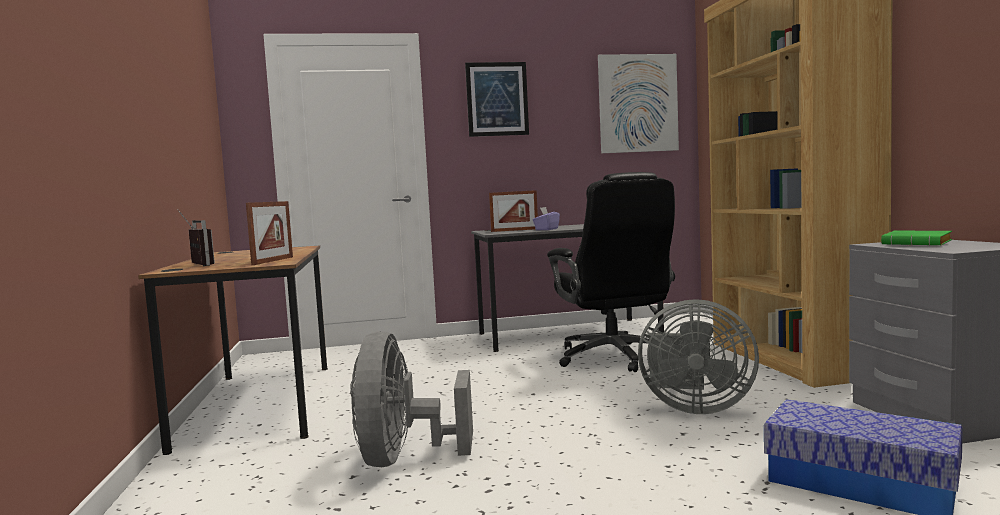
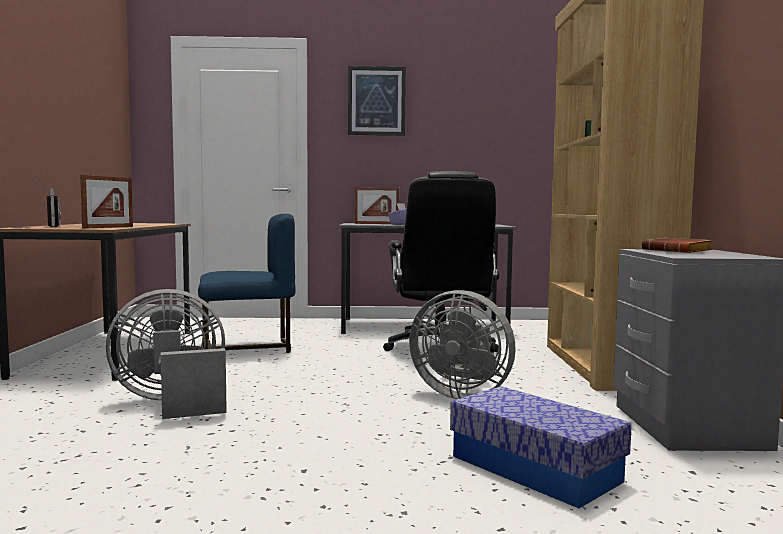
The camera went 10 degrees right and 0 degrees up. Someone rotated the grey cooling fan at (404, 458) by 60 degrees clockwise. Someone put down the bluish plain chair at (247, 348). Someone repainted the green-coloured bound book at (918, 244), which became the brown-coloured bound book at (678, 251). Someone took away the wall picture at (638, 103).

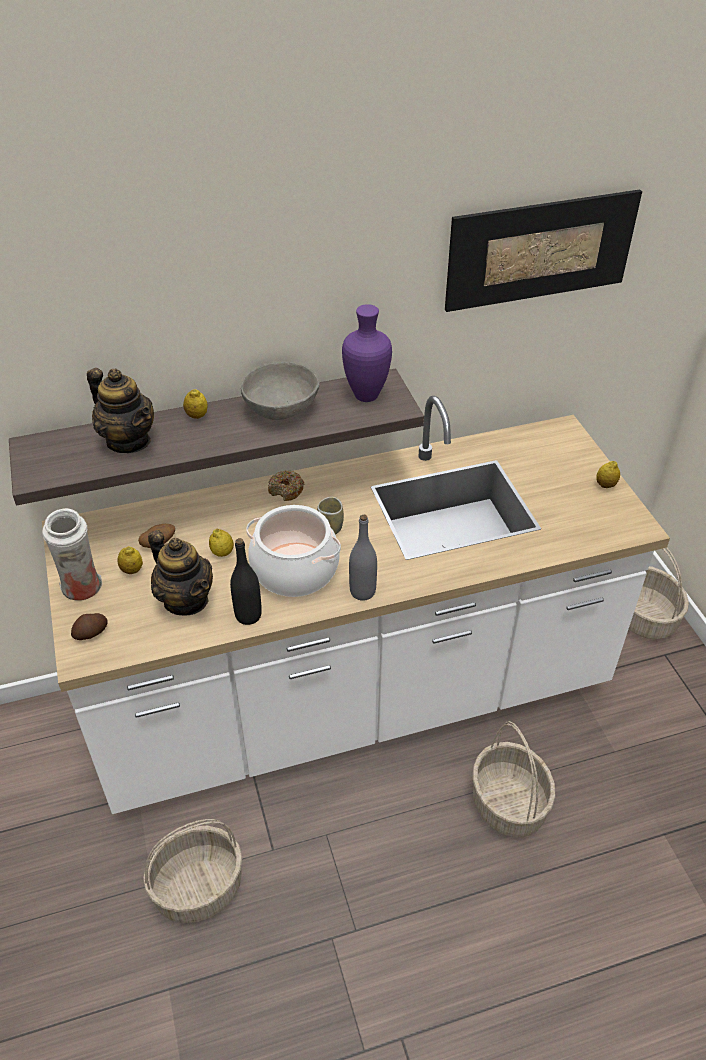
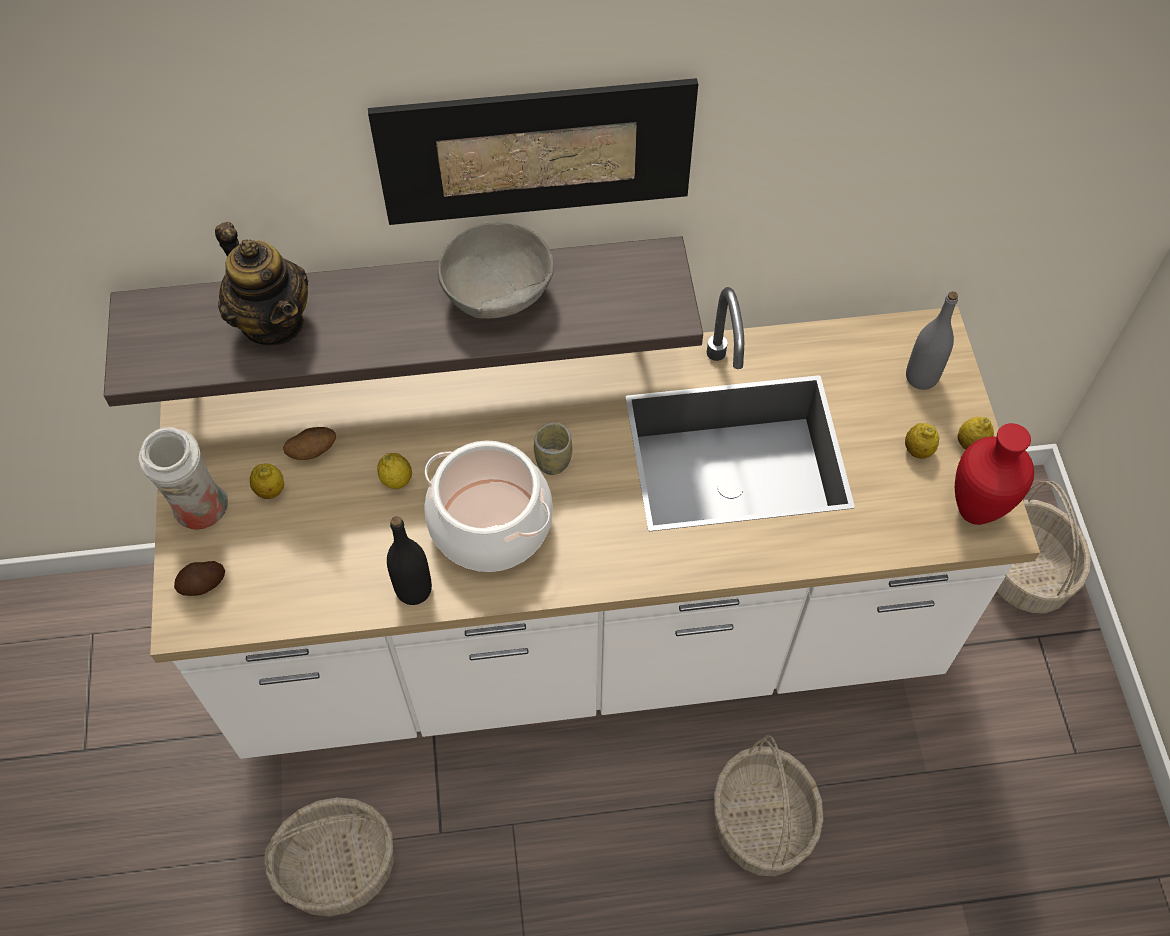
The camera went 10 degrees right and 15 degrees up. Someone carried the wall picture from (540, 250) to (536, 151). Someone carried the whole lemon from (197, 416) to (918, 450). Someone carried the grey bottle from (362, 591) to (921, 377). Someone put down the red flower vase at (973, 509). Someone took away the teapot at (186, 600). Someone took away the doughnut at (286, 490). Someone took away the purple flower vase at (365, 395).

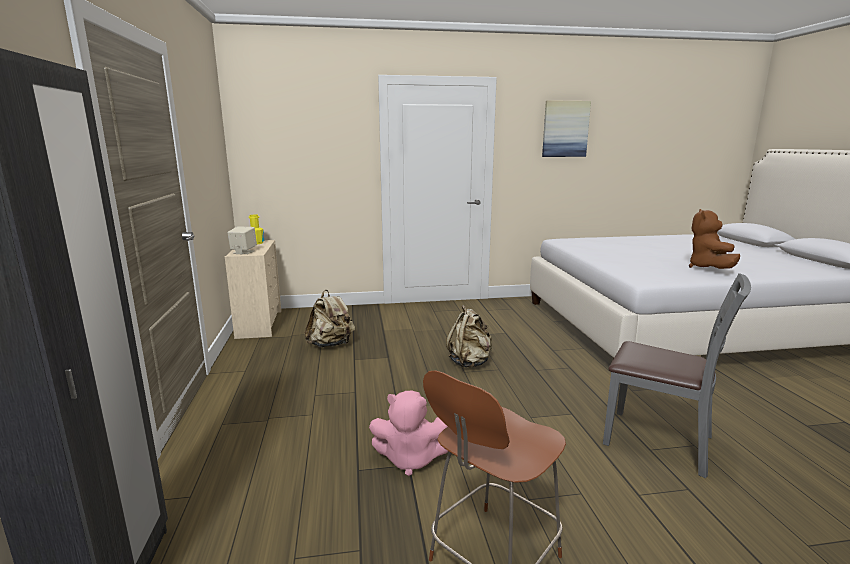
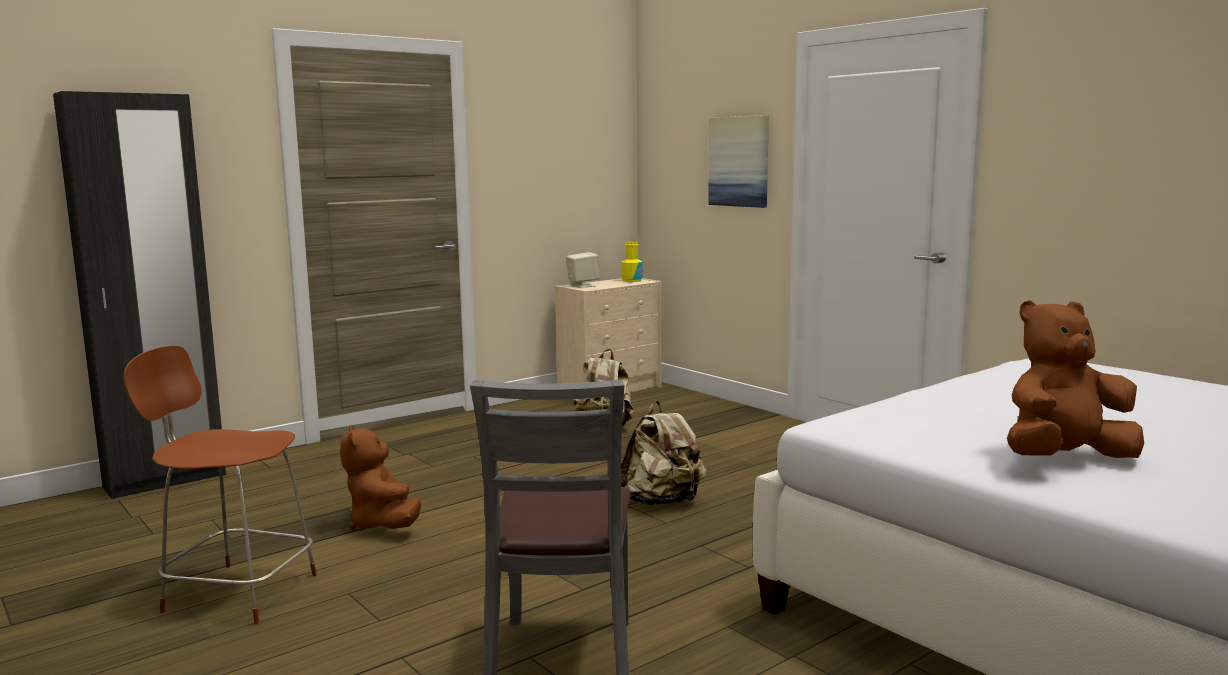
The camera went 60 degrees right and 5 degrees down. Someone repainted the pink soft toy at (411, 459), which became the brown-coloured soft toy at (383, 524). Someone carried the wall picture from (565, 129) to (739, 161).

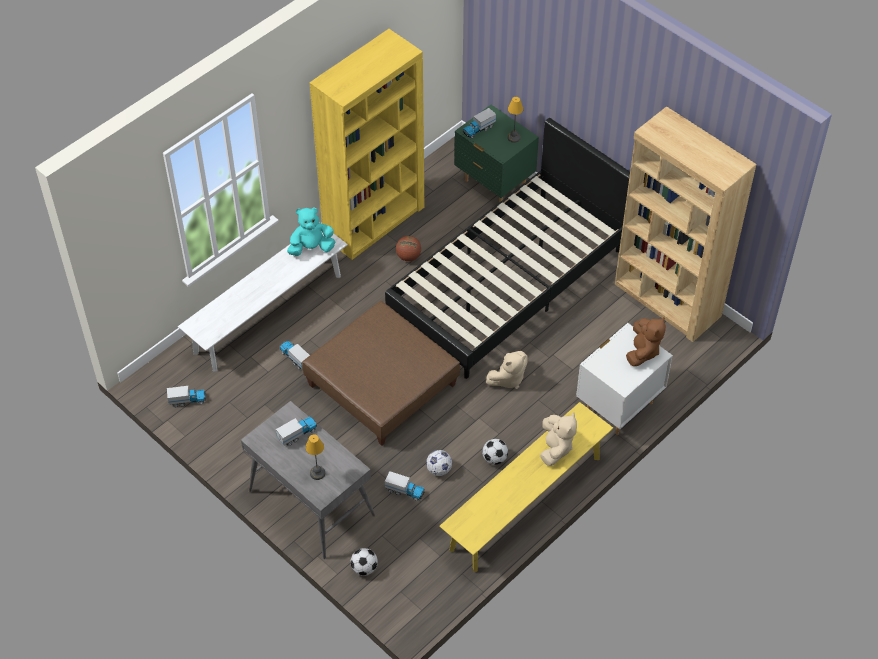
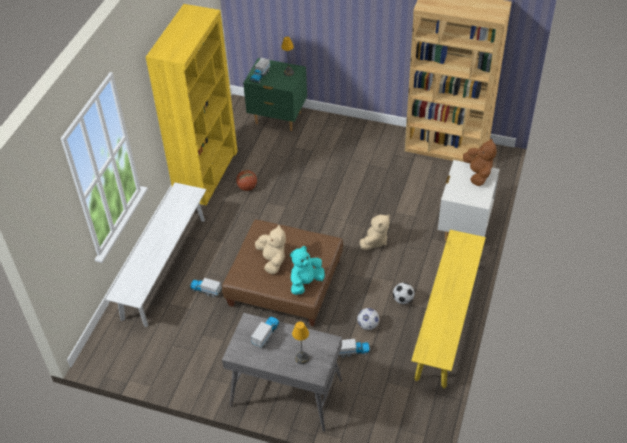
The camera went 25 degrees left and 5 degrees down. Someone carried the beige-coloured soft toy from (555, 448) to (272, 260). Someone carried the blue-green soft toy from (311, 248) to (306, 282). Someone took away the model truck at (187, 400). Someone took away the football ball at (364, 568). Someone took away the black bedroom bed at (507, 283).

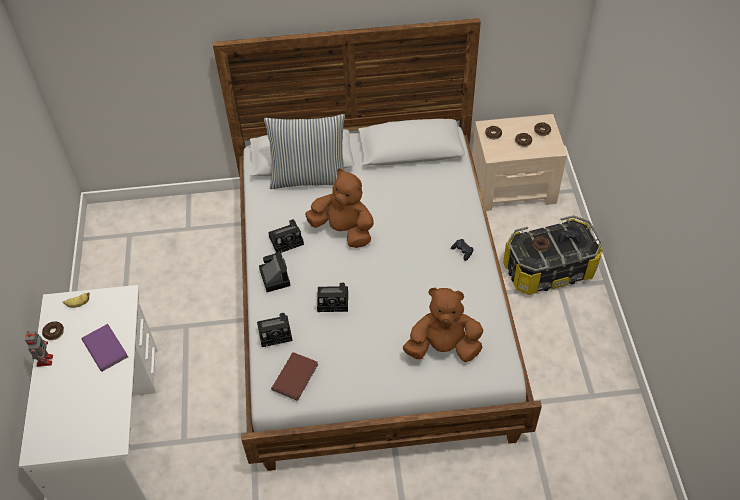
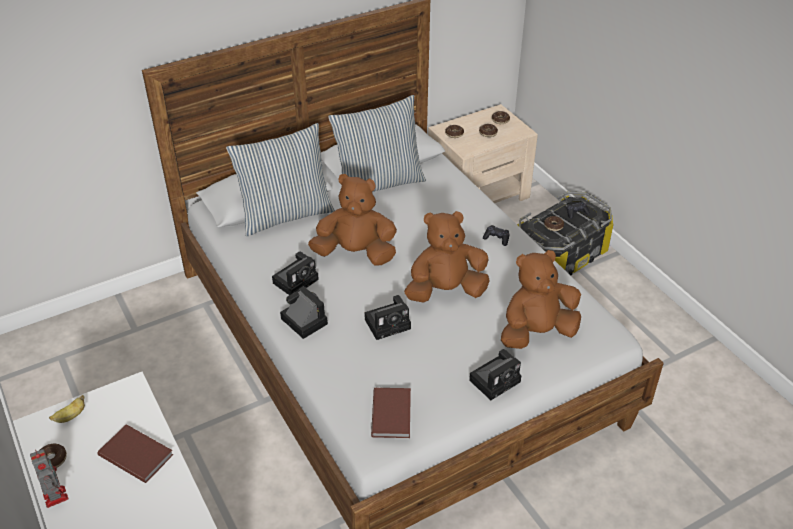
The camera went 25 degrees left and 10 degrees down. Someone repainted the purple bound book at (106, 347), which became the brown-coloured bound book at (136, 453). Someone put down the cushion at (378, 183). Someone put down the brown-coloured soft toy at (445, 291). Someone carried the still camera from (276, 332) to (496, 379).

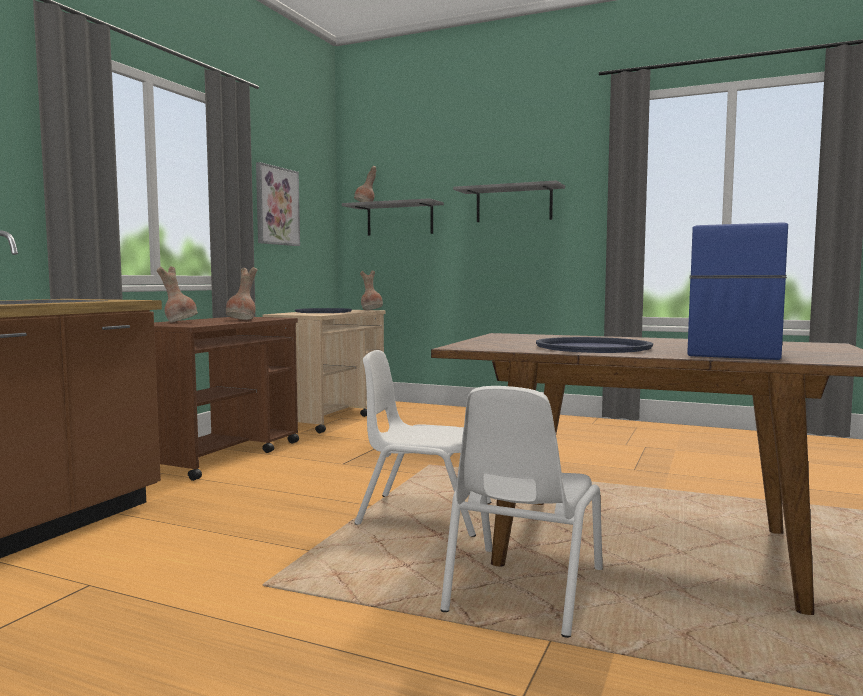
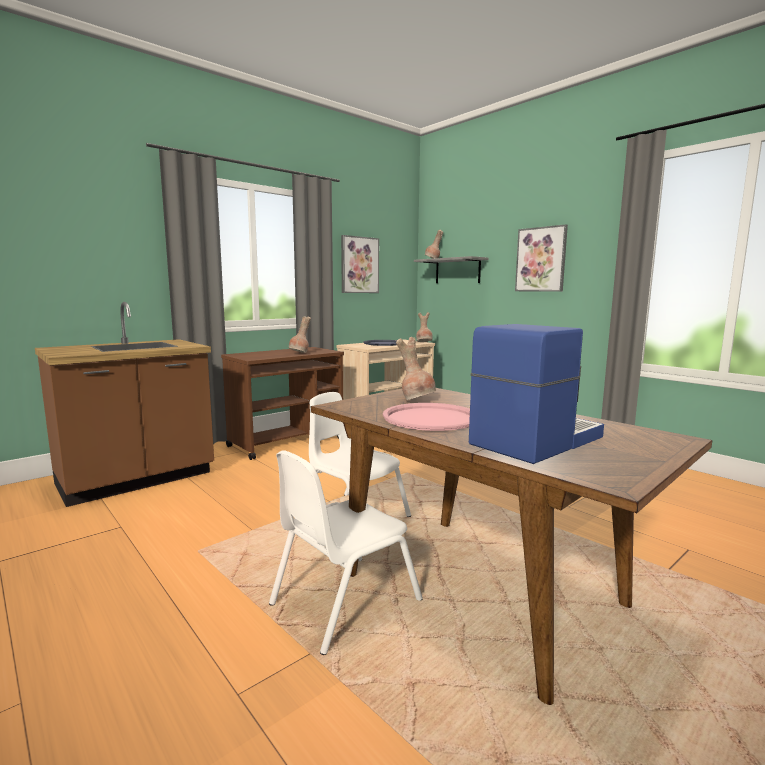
The camera went 25 degrees right and 5 degrees up. Someone repainted the bluish carrying tray at (593, 347), which became the pink carrying tray at (431, 418). Someone carried the brown-coloured flower vase from (180, 322) to (417, 400). Someone swapped the grey wall shelf at (514, 204) for the wall picture at (541, 259).

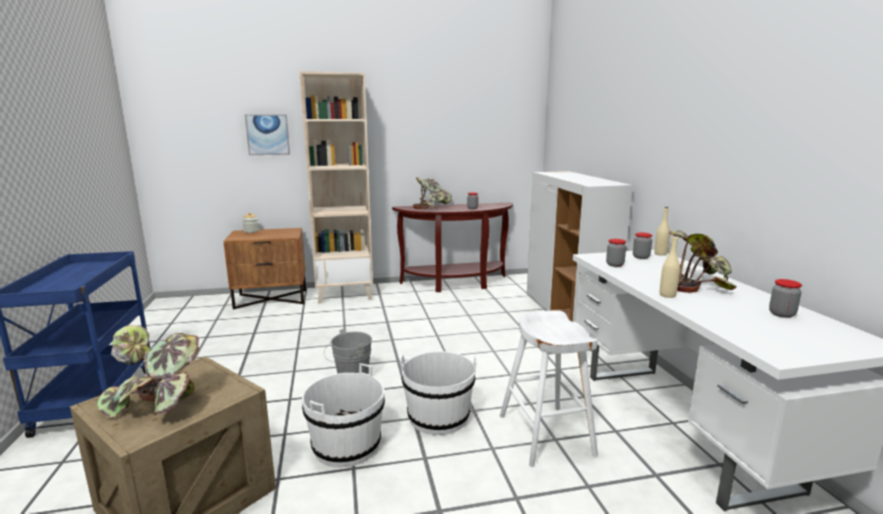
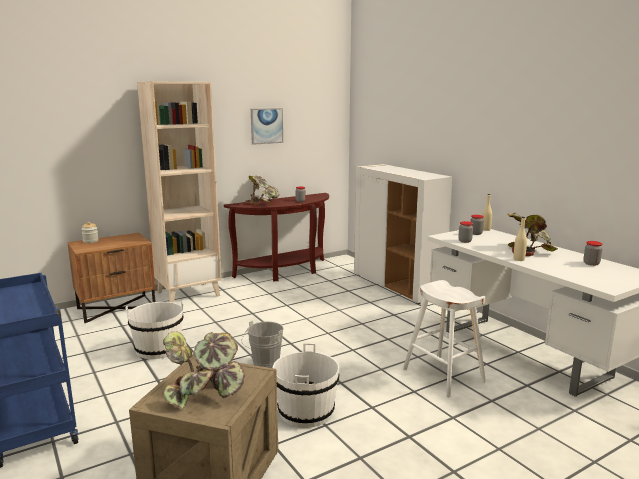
The camera went 20 degrees left and 0 degrees up. Someone carried the white water bucket from (438, 417) to (158, 349). Someone carried the wall picture from (268, 134) to (266, 126).

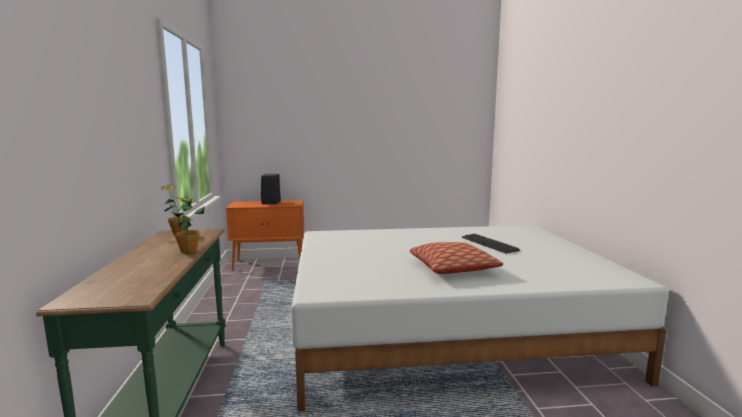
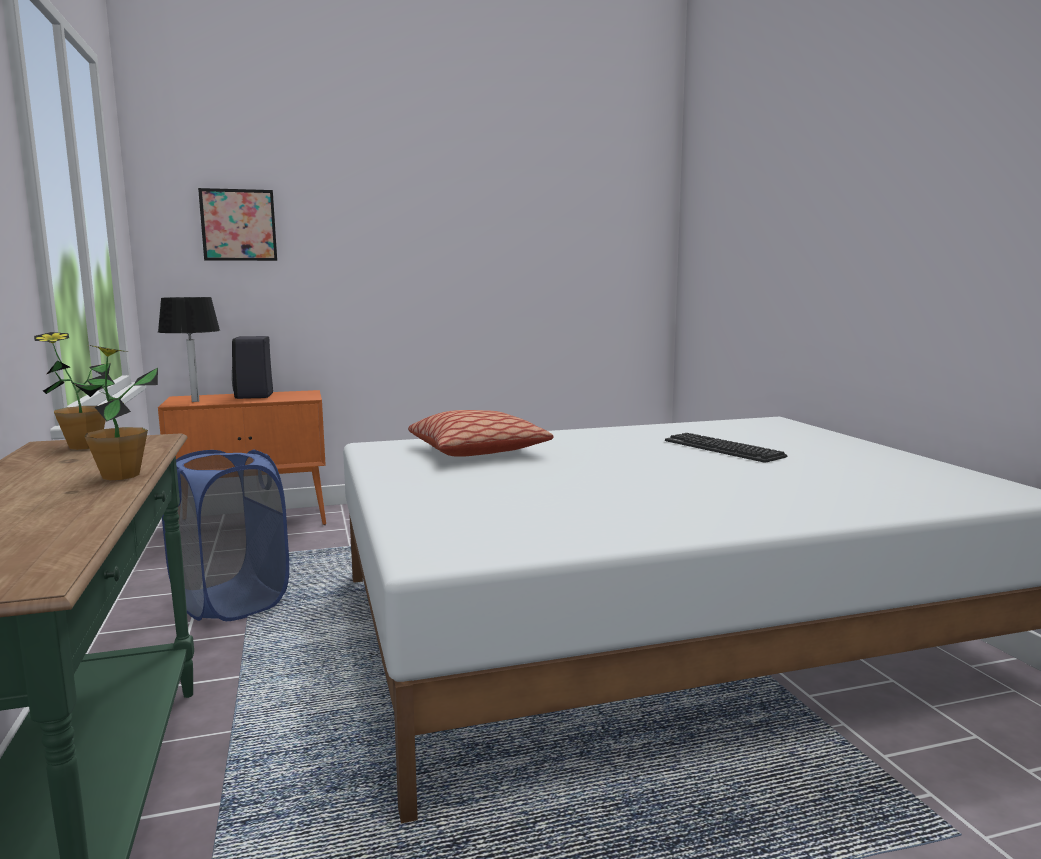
The camera went 10 degrees left and 0 degrees up. Someone put down the black lamp for a table at (195, 401). Someone put down the bluish washing basket at (230, 602). Someone put up the wall picture at (238, 225). Someone carried the cushion from (453, 268) to (478, 451).

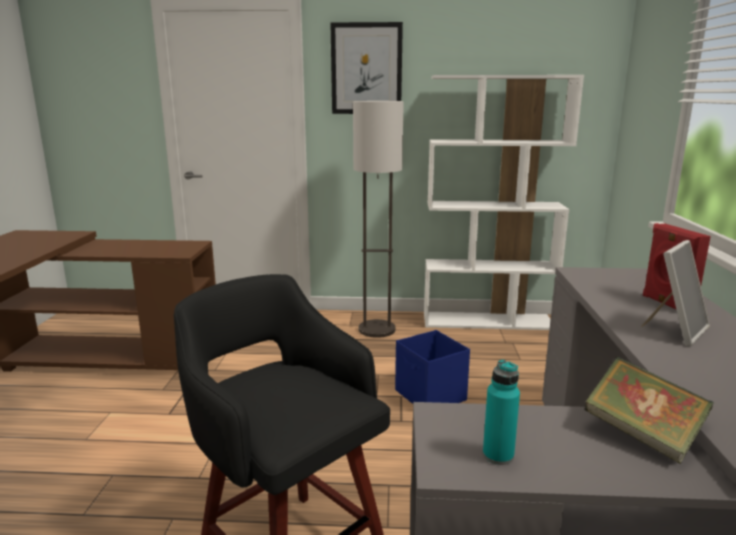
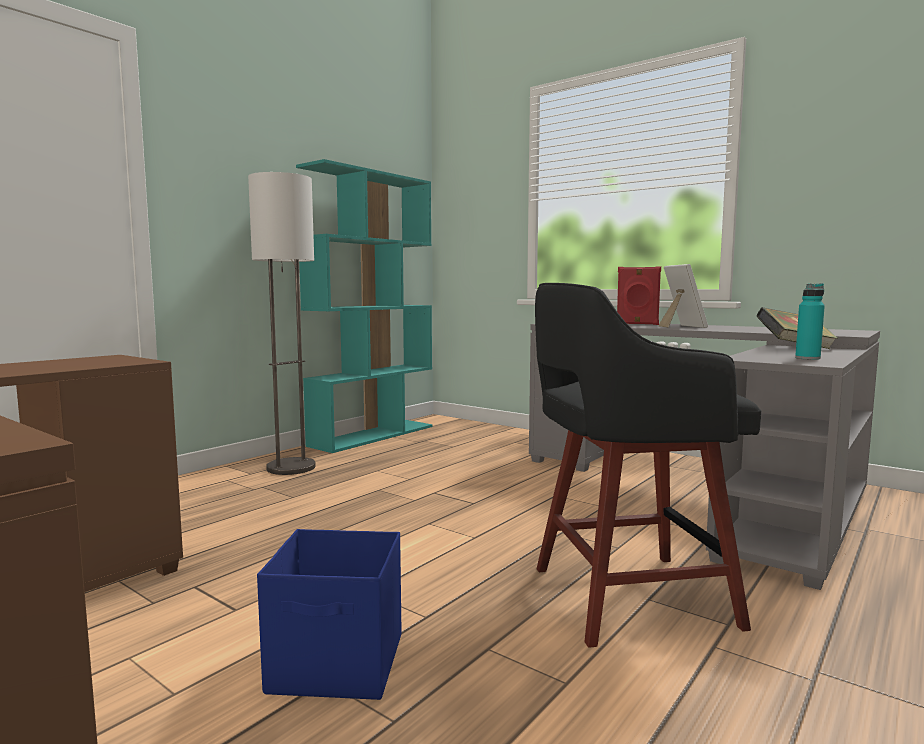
The camera went 55 degrees left and 10 degrees down. Someone carried the bluish storage box from (430, 396) to (339, 664). Someone repainted the white shelving unit at (488, 321), which became the blue-green shelving unit at (373, 435). Someone took away the wall picture at (366, 69).

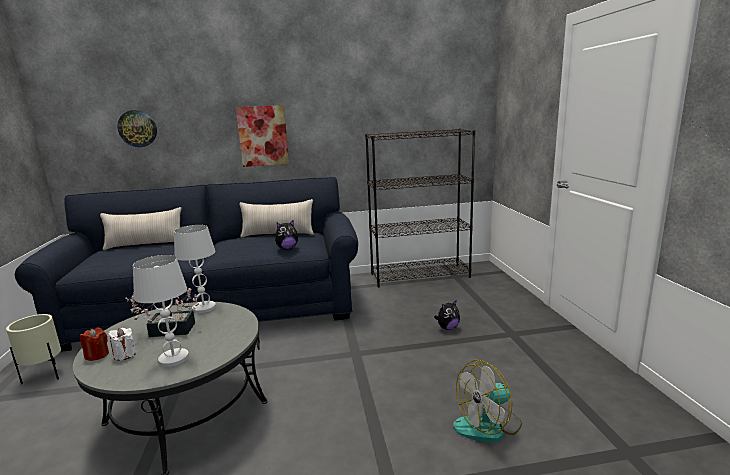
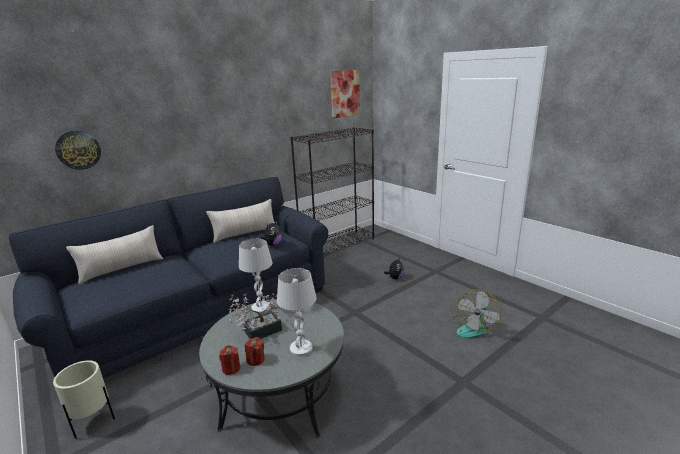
The camera went 30 degrees left and 5 degrees up. Someone repainted the white wax candle at (125, 355), which became the red wax candle at (255, 360). Someone carried the wall picture from (263, 136) to (345, 93).

